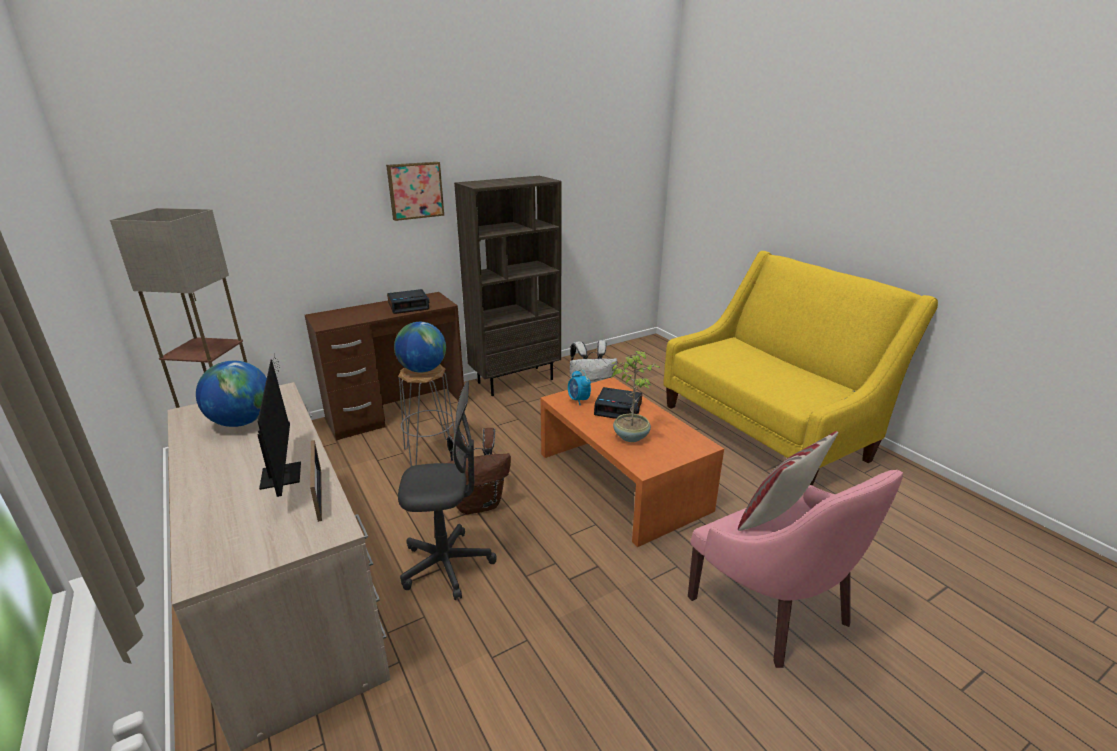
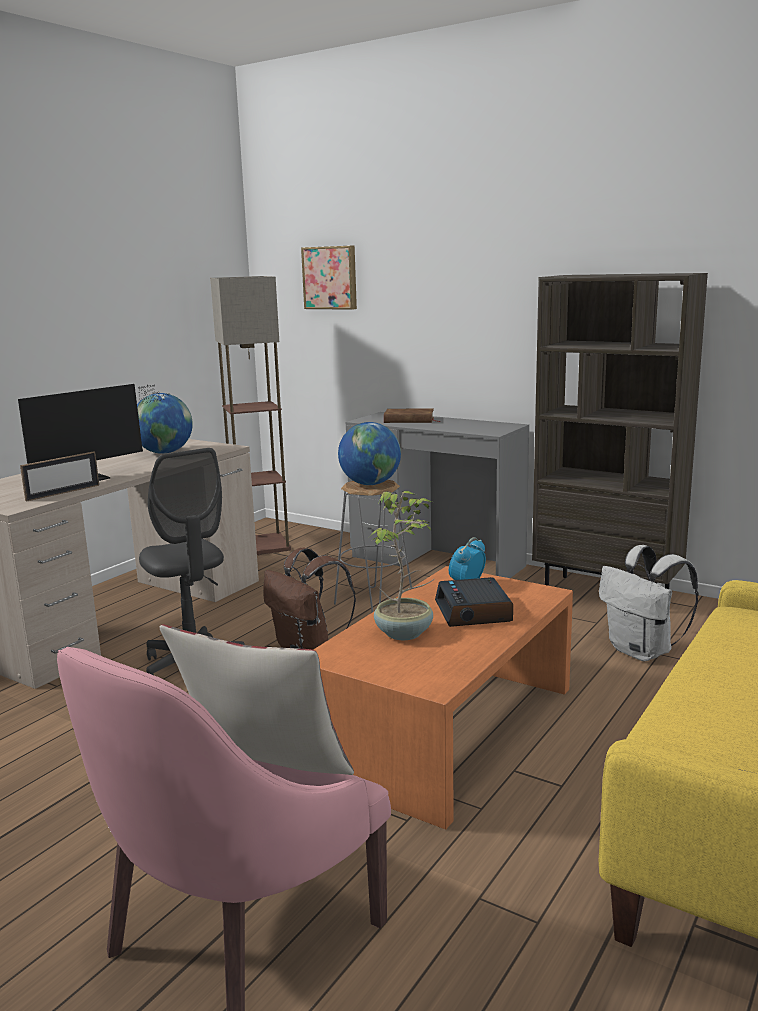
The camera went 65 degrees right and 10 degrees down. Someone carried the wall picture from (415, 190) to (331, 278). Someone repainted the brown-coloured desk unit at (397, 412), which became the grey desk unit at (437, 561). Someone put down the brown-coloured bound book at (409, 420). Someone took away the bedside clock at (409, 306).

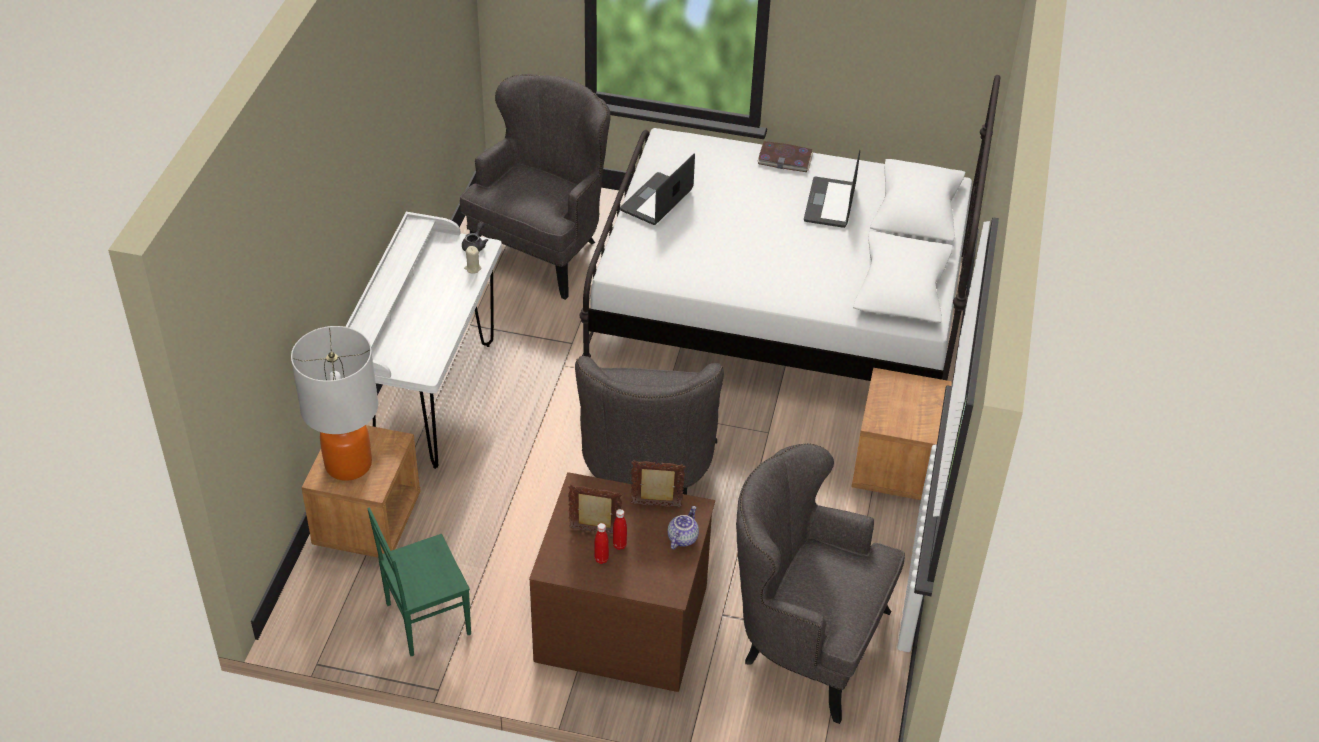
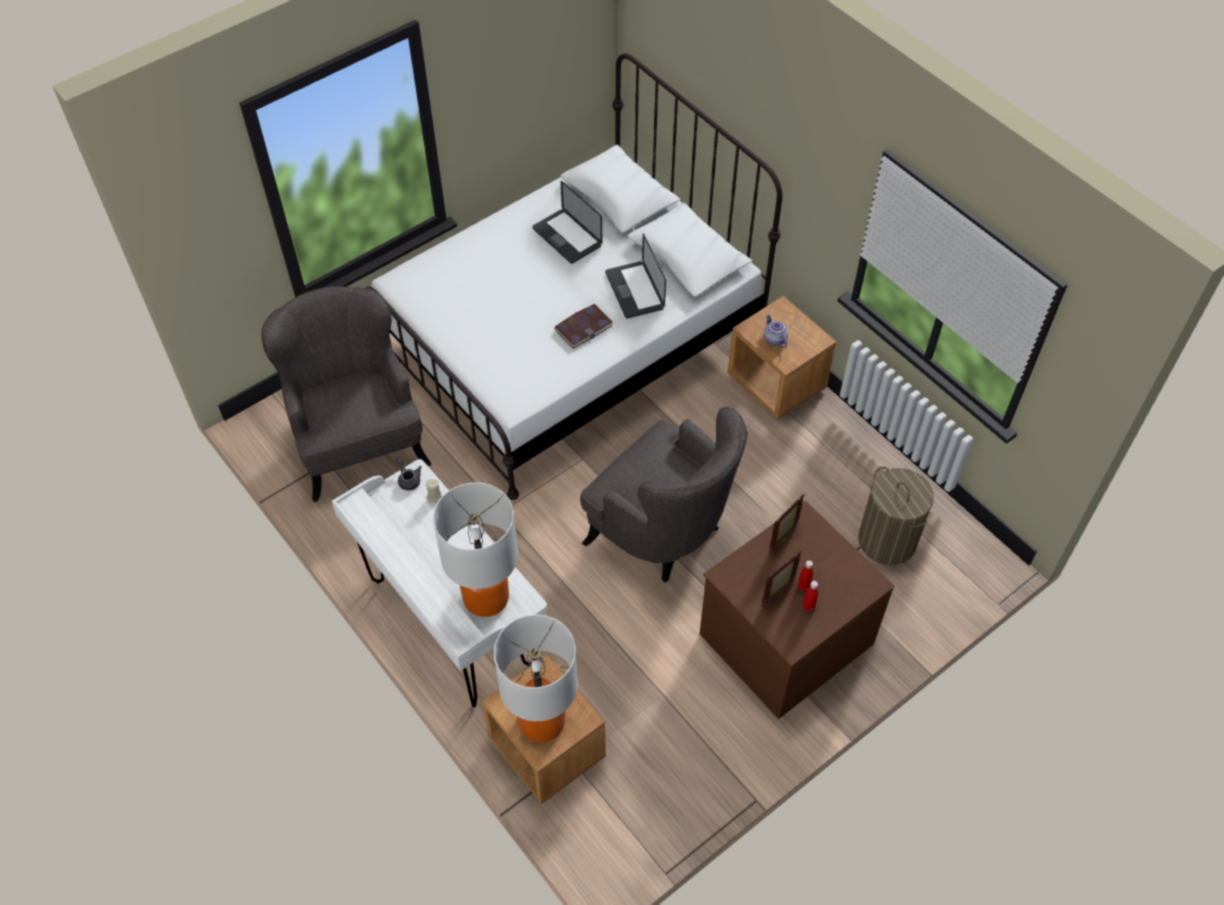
The camera went 50 degrees left and 10 degrees up. Someone put down the lamp for a table at (486, 598). Someone carried the bound book from (785, 159) to (583, 327). Someone carried the laptop from (656, 200) to (634, 291). Someone carried the teapot from (682, 538) to (774, 339). Someone swapped the grey easy chair at (805, 642) for the washing basket at (887, 540). Someone took away the green-coloured plain chair at (426, 618).

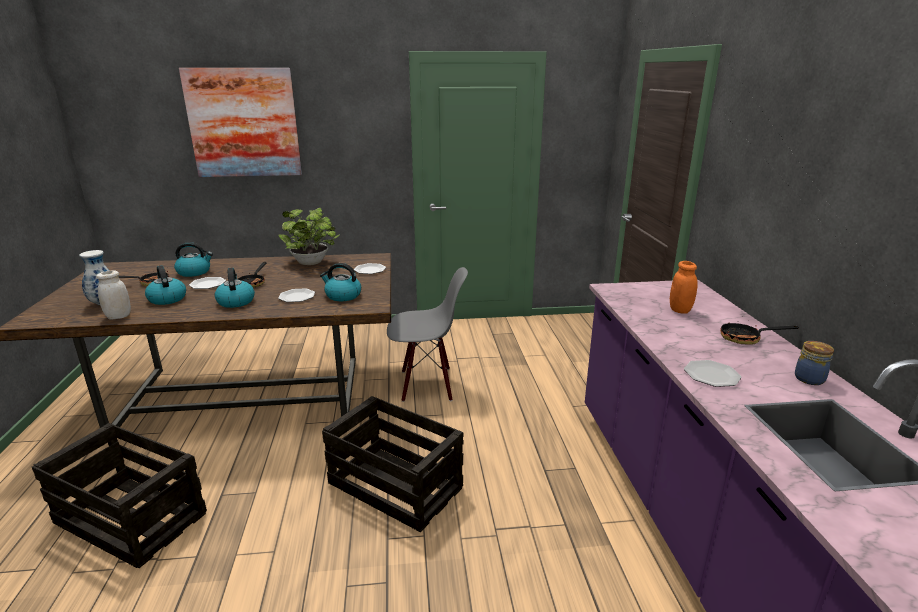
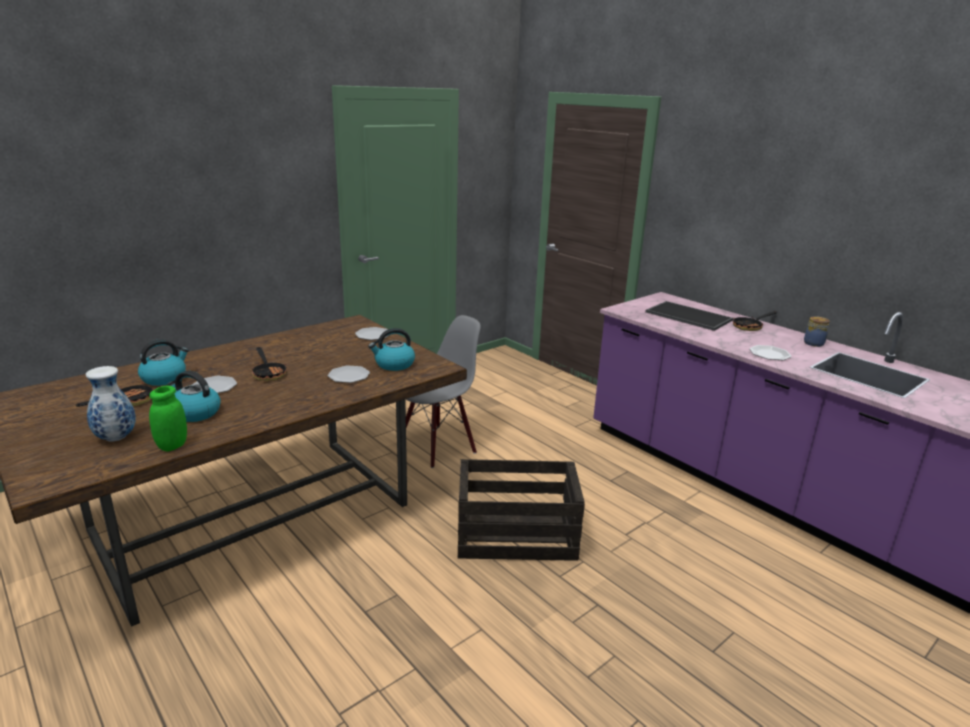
The camera went 35 degrees left and 0 degrees up. Someone repainted the white preserve jar at (119, 316), which became the green-coloured preserve jar at (172, 445). Someone swapped the orange preserve jar at (680, 310) for the carrying tray at (687, 316). Someone took away the crate at (130, 518). Someone took away the wall picture at (243, 123). Someone took away the kettle at (235, 301). Someone took away the potted plant at (312, 263).

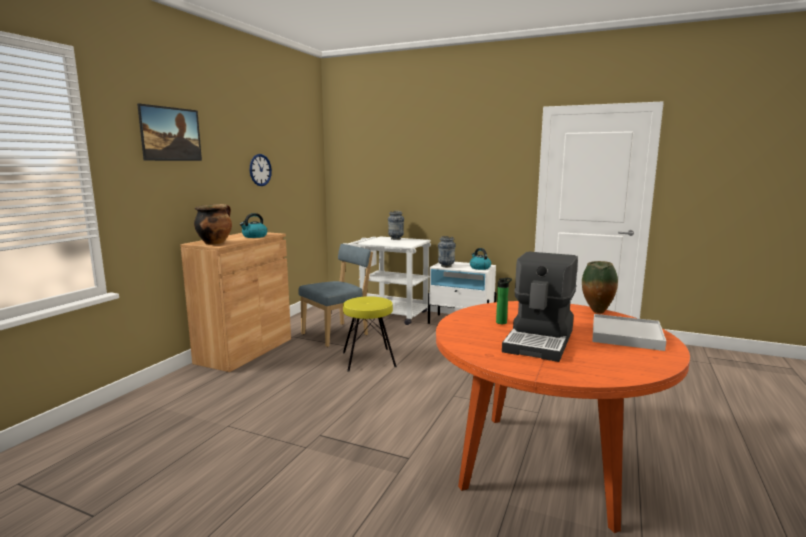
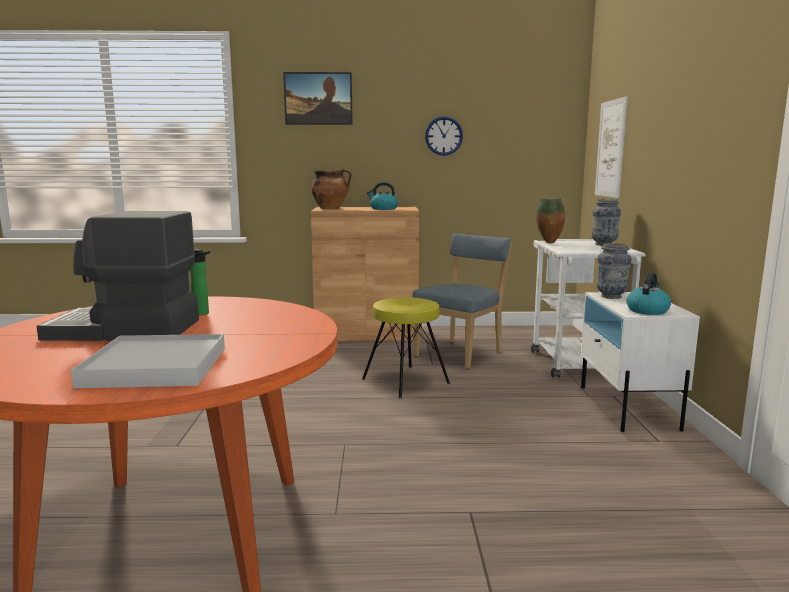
The camera went 65 degrees right and 0 degrees up. Someone rotated the bluish plain chair at (338, 334) by 75 degrees counterclockwise. Someone carried the flower vase from (597, 313) to (548, 242). Someone put up the wall picture at (610, 148).

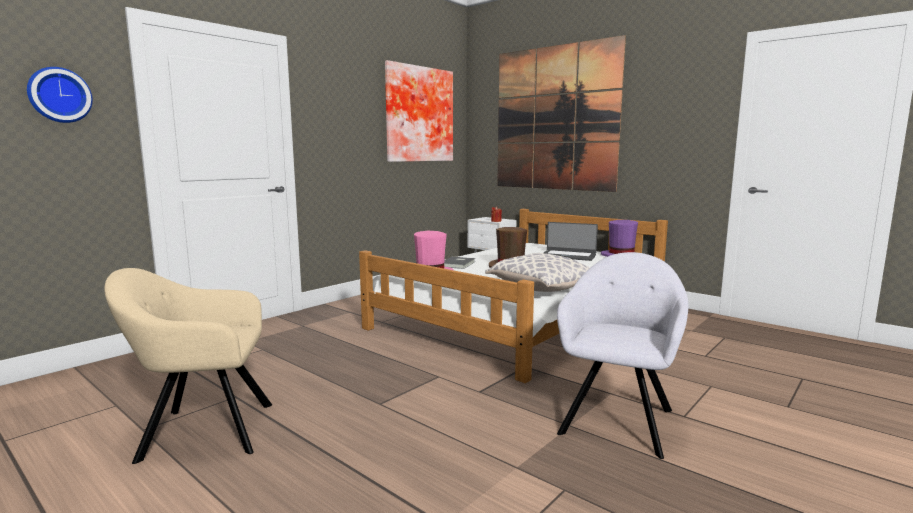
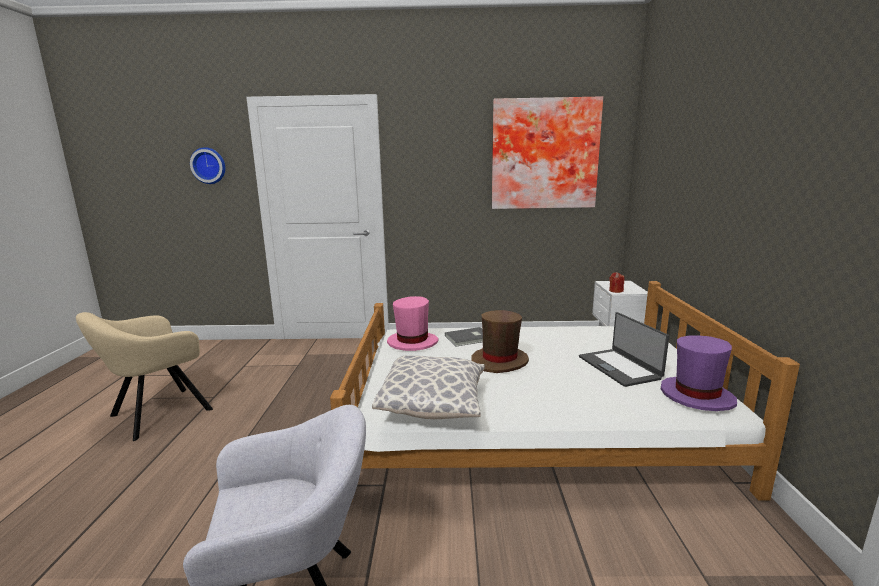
The camera went 50 degrees right and 5 degrees up. Someone rotated the beige-coloured easy chair at (202, 431) by 90 degrees counterclockwise. Someone took away the wall picture at (554, 118).

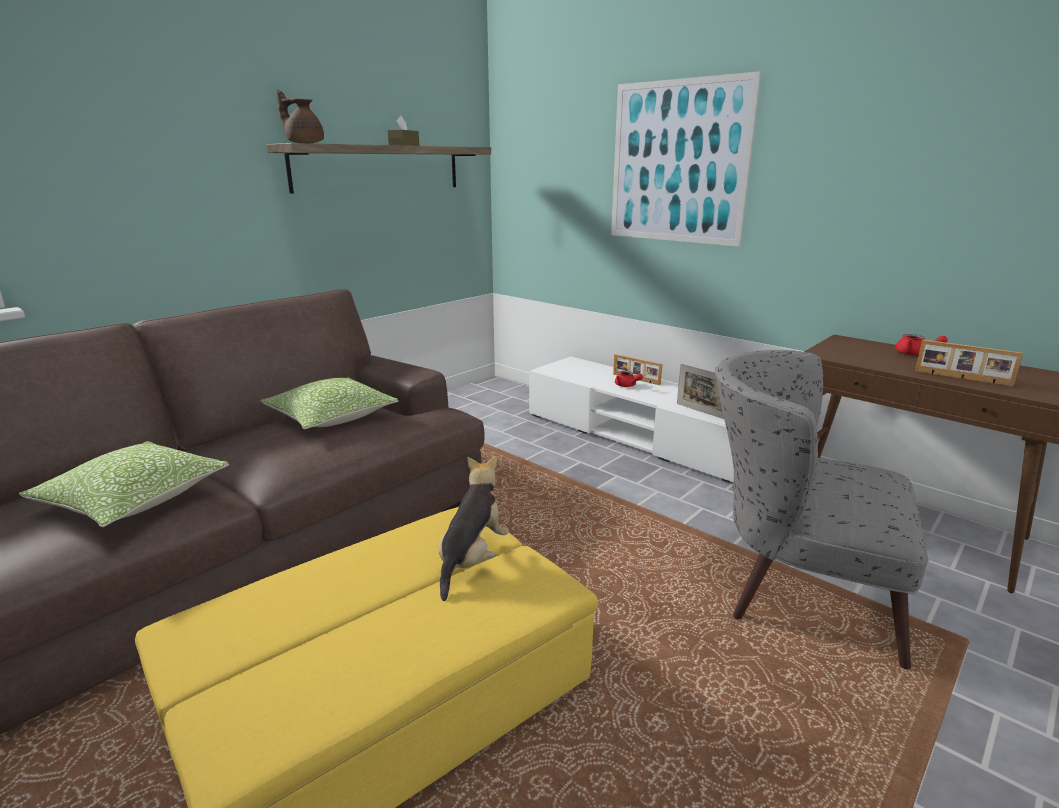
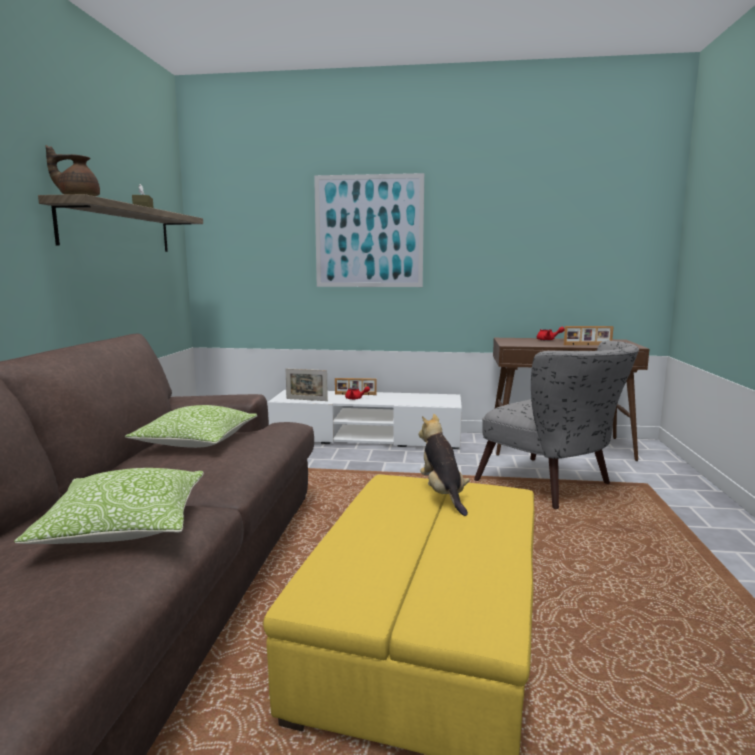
The camera went 35 degrees left and 10 degrees down. Someone carried the photo frame from (702, 412) to (306, 400). Someone rotated the grey easy chair at (794, 587) by 120 degrees counterclockwise.

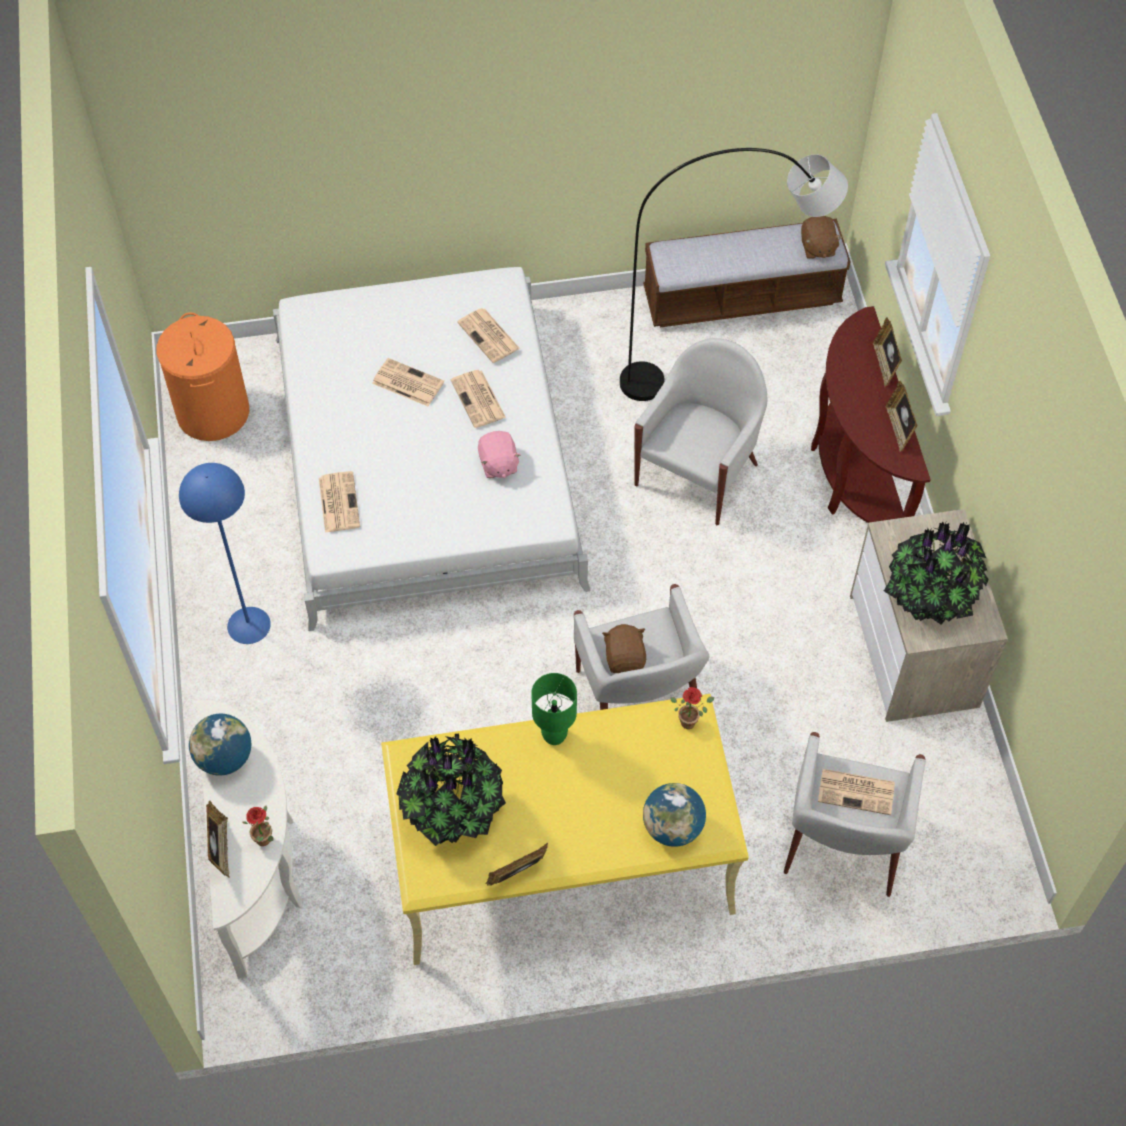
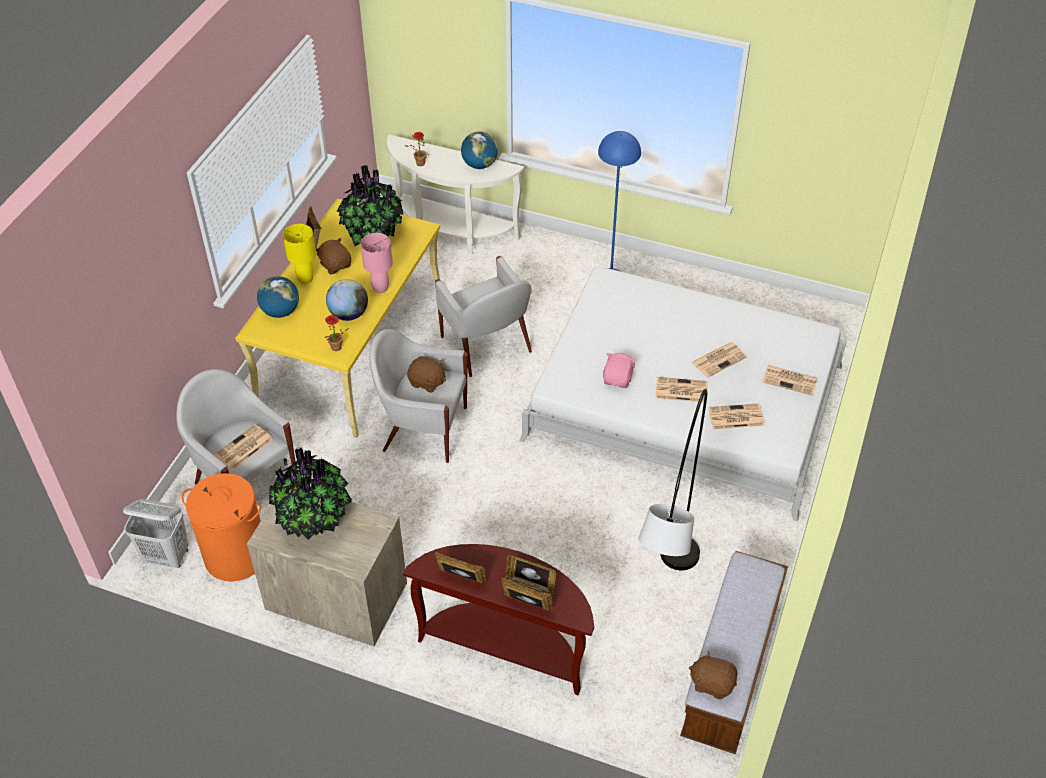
The camera went 120 degrees right and 10 degrees down. Someone put down the white washing basket at (167, 556). Someone carried the orange washing basket from (212, 412) to (236, 555). Someone put down the yellowish lamp for a table at (305, 279). Someone put down the brown-coloured soft toy at (335, 265). Someone put down the desk globe at (348, 314). Someone repainted the green-coloured lamp for a table at (555, 735), which became the pink lamp for a table at (380, 288). Someone carried the white easy chair from (698, 473) to (486, 346). Someone carried the photo frame from (221, 849) to (530, 586). Someone rotated the pink soft toy at (498, 464) by 90 degrees clockwise. Someone carried the printed paper from (338, 501) to (790, 380).

